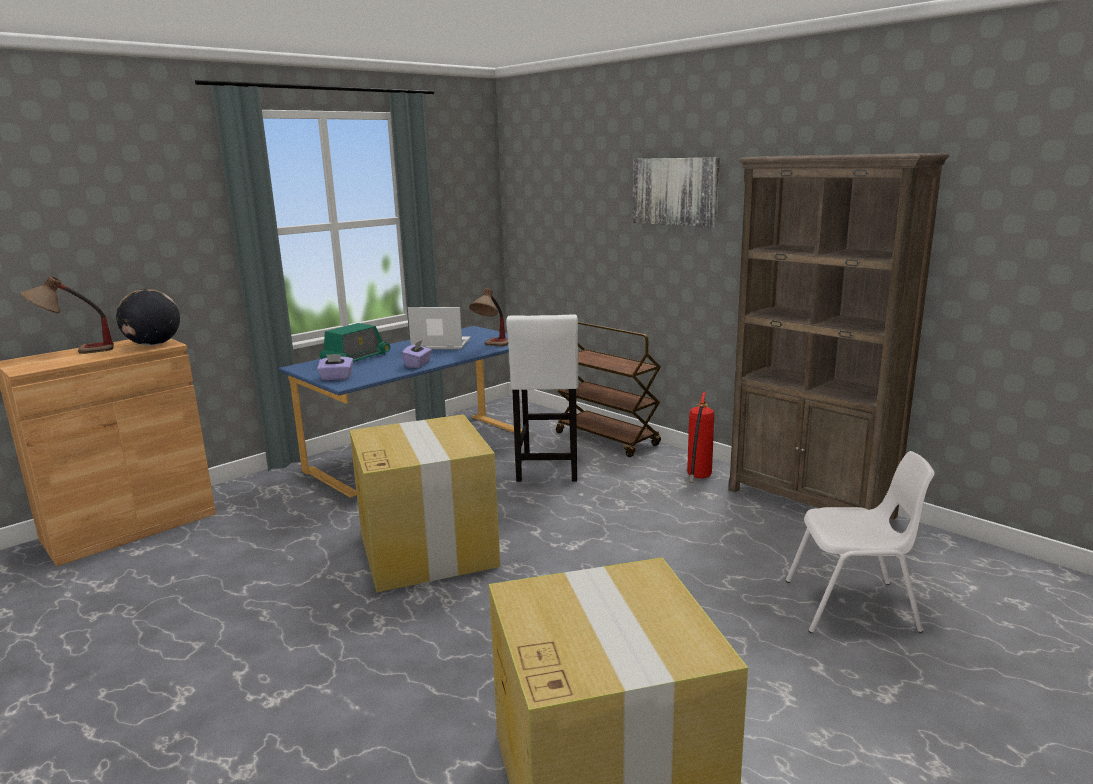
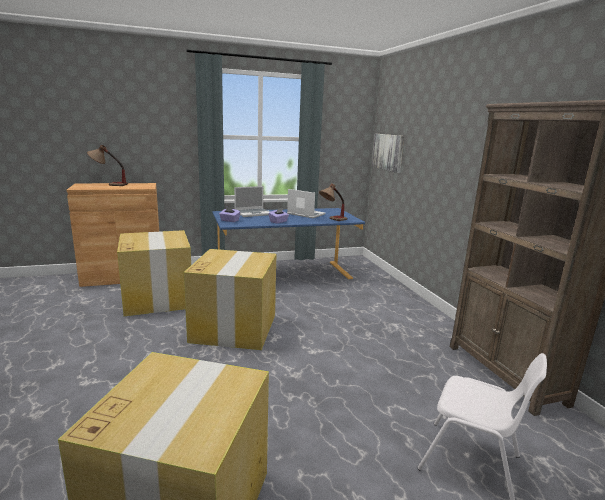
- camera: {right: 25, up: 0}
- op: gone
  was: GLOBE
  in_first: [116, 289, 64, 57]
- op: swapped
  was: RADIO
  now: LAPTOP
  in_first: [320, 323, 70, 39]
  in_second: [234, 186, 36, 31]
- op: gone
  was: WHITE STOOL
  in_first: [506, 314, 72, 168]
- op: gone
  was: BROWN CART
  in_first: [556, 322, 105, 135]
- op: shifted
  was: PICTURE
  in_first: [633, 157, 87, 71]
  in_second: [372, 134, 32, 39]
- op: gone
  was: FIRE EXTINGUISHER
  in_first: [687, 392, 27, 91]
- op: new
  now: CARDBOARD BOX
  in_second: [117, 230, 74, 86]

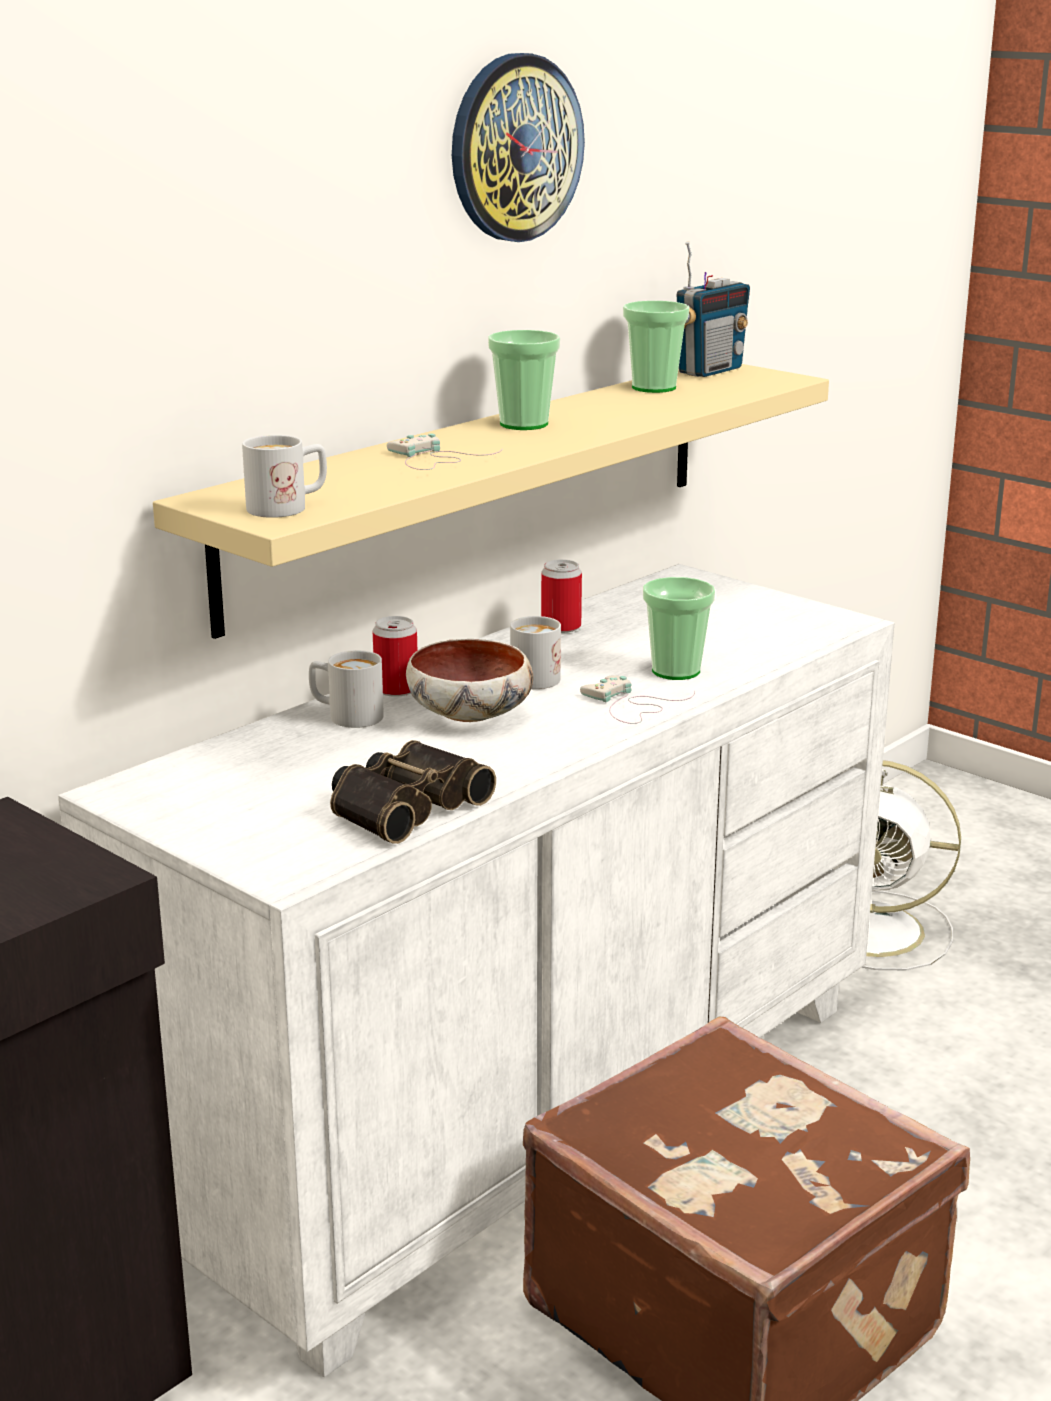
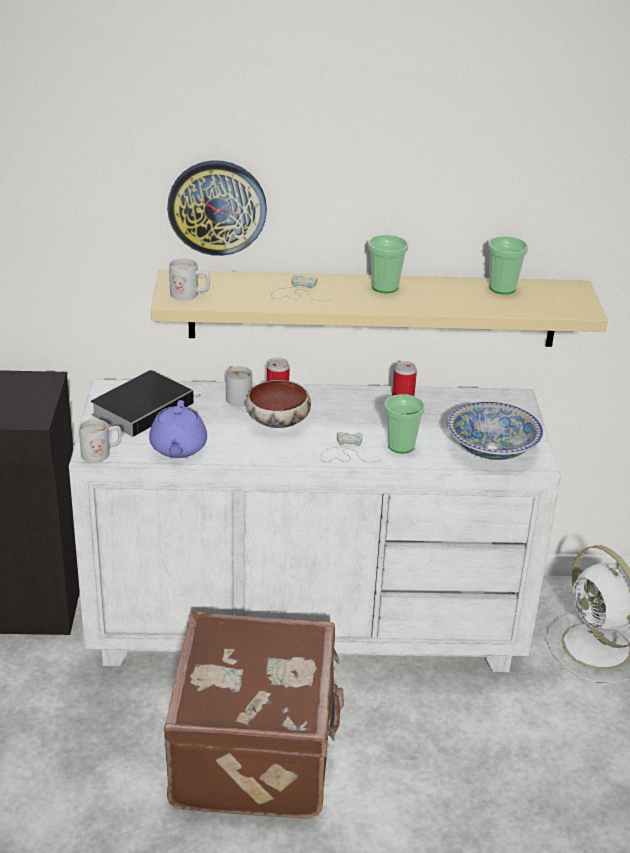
- camera: {right: 45, up: 10}
- op: swapped
  was: BINOCULARS
  now: PURPLE TEAPOT
  in_first: [330, 740, 166, 104]
  in_second: [149, 400, 58, 58]
- op: shifted
  was: WALL CLOCK
  in_first: [452, 53, 133, 189]
  in_second: [167, 160, 100, 96]
- op: shifted
  was: WHITE MUG
  in_first: [510, 616, 51, 73]
  in_second: [79, 419, 43, 43]
- op: gone
  was: RADIO
  in_first: [677, 241, 73, 136]
- op: new
  now: BOOK
  in_second: [91, 370, 111, 67]
- op: new
  now: BOWL
  in_second: [447, 402, 96, 58]

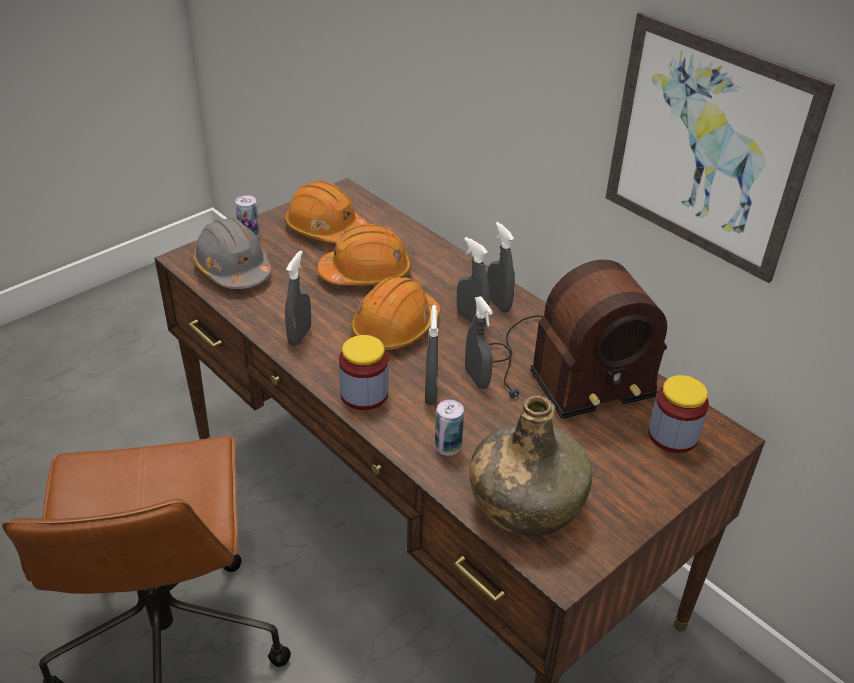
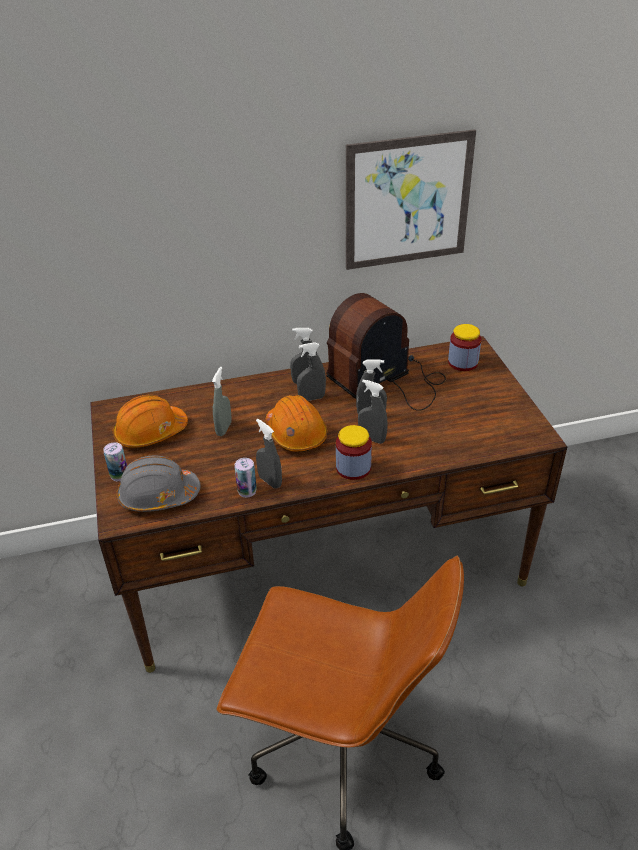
- camera: {right: -60, up: 0}
- op: swapped
  was: ORANGE HARD HAT
  now: GREY SPRAY BOTTLE
  in_first: [317, 224, 94, 62]
  in_second: [212, 367, 20, 69]
- op: shifted
  was: CAN
  in_first: [435, 400, 29, 56]
  in_second: [235, 458, 22, 40]
- op: gone
  was: GREEN BOTTLE
  in_first: [469, 395, 123, 141]
- op: rotated
  was: RADIO
  in_first: [489, 260, 178, 159]
  in_second: [326, 293, 120, 118]
  clockwise: -135

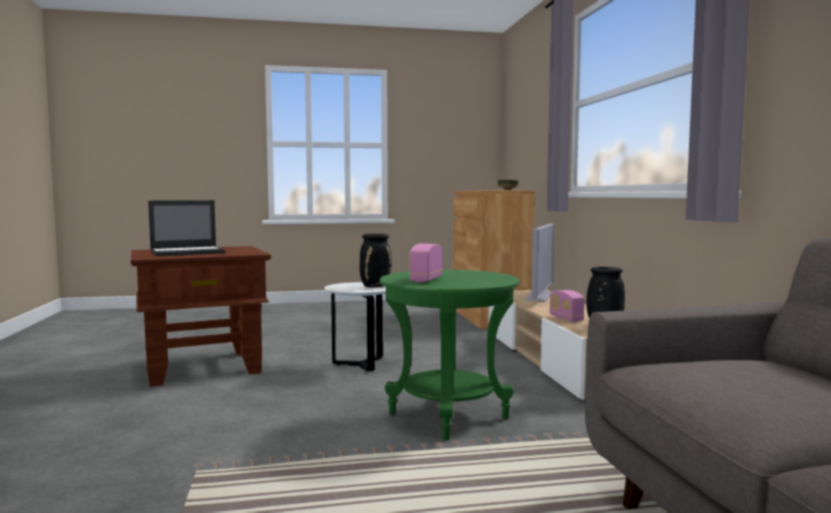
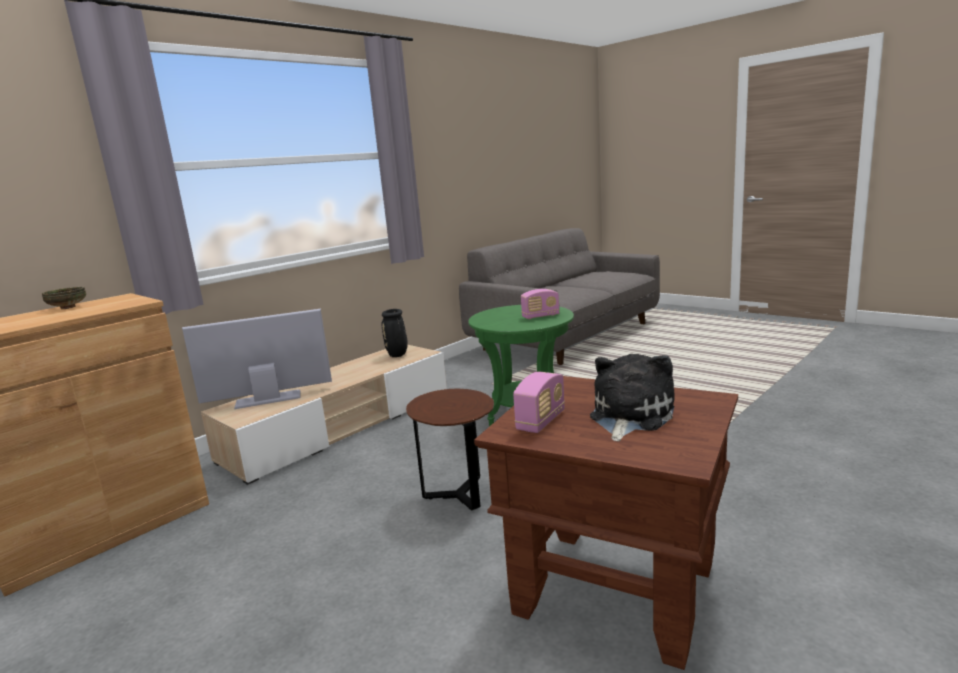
- camera: {right: -125, up: 10}
- op: swapped
  was: LAPTOP
  now: PLUSH TOY
  in_first: [148, 200, 77, 56]
  in_second: [590, 354, 85, 88]
- op: repainted
  was: WHITE SIDE TABLE
  now: BROWN SIDE TABLE
  in_first: [324, 282, 62, 89]
  in_second: [406, 389, 88, 121]
- op: gone
  was: BLACK VASE
  in_first: [360, 234, 32, 53]
- op: shifted
  was: RADIO
  in_first: [549, 290, 35, 32]
  in_second: [513, 372, 52, 61]

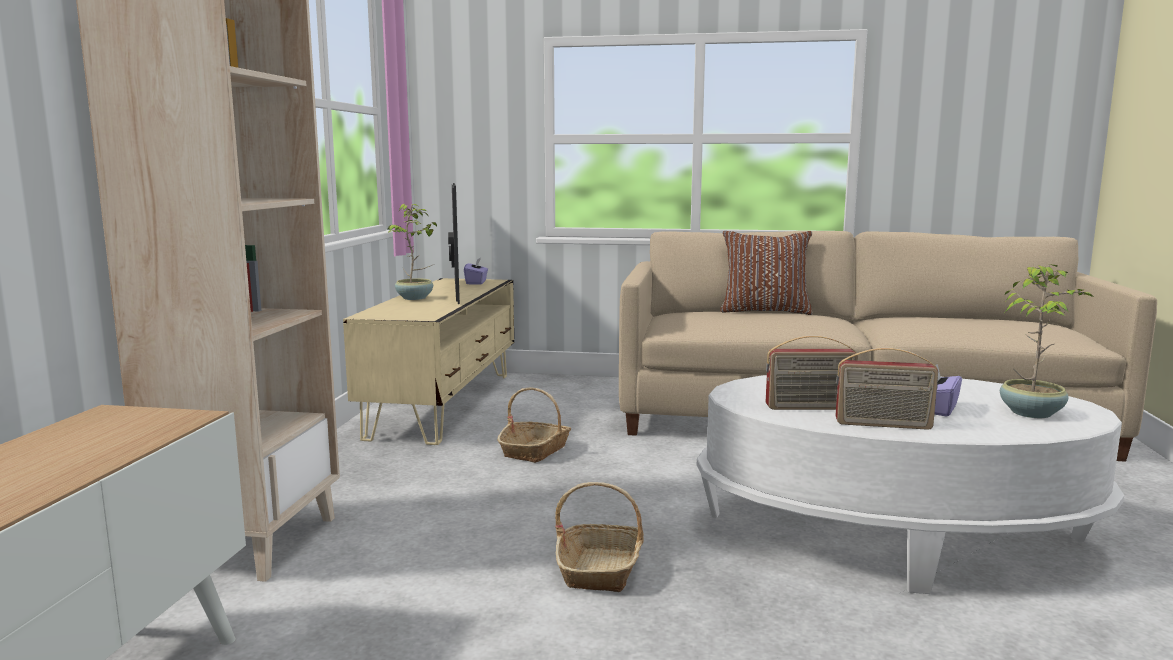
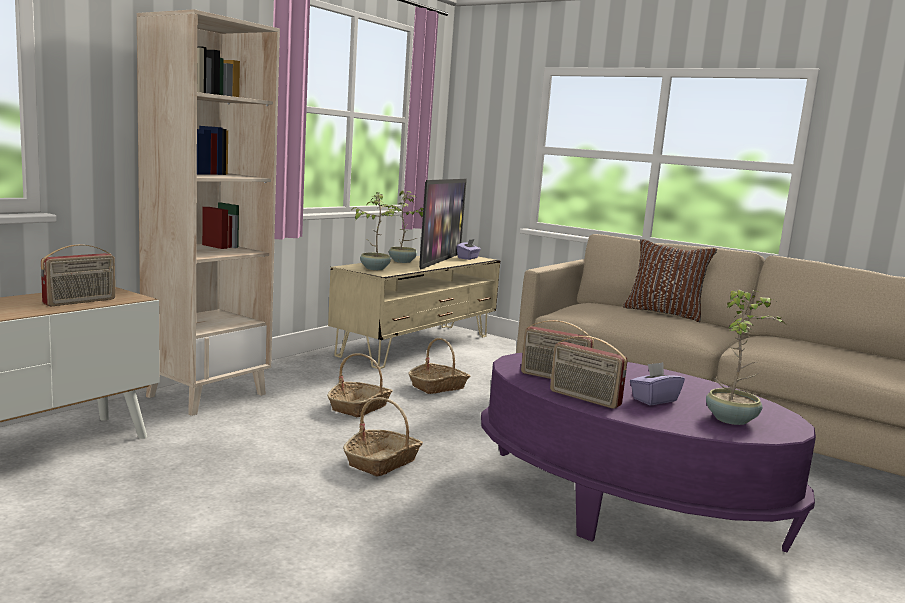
- camera: {right: 25, up: 0}
- op: repainted
  was: WHITE COFFEE TABLE
  now: PURPLE COFFEE TABLE
  in_first: [697, 375, 427, 219]
  in_second: [481, 353, 335, 199]
- op: new
  now: RADIO
  in_second: [41, 244, 74, 62]
- op: new
  now: BASKET
  in_second: [327, 353, 66, 64]
- op: new
  now: POTTED PLANT
  in_second: [352, 193, 43, 77]

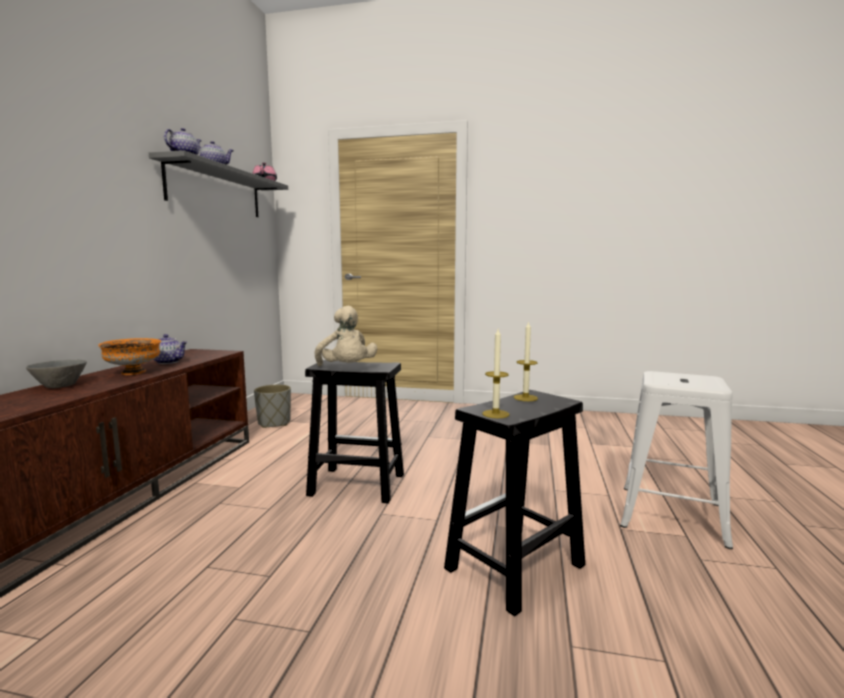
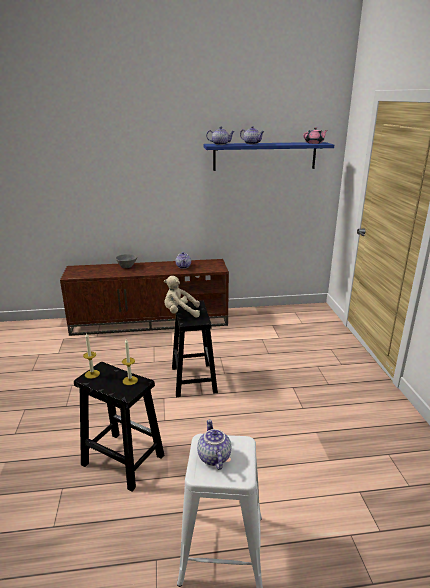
- camera: {right: 70, up: 15}
- op: gone
  was: ORANGE BOWL
  in_first: [98, 338, 63, 37]
- op: repainted
  was: GREY SHELF
  now: BLUE SHELF
  in_first: [149, 150, 139, 67]
  in_second: [204, 142, 130, 29]
- op: gone
  was: GREY PLANTER
  in_first: [254, 385, 37, 43]
- op: rotated
  was: BEIGE PLUSH TOY
  in_first: [314, 306, 63, 61]
  in_second: [164, 276, 36, 42]
  clockwise: 45
- op: new
  now: TEAPOT
  in_second: [197, 420, 34, 50]

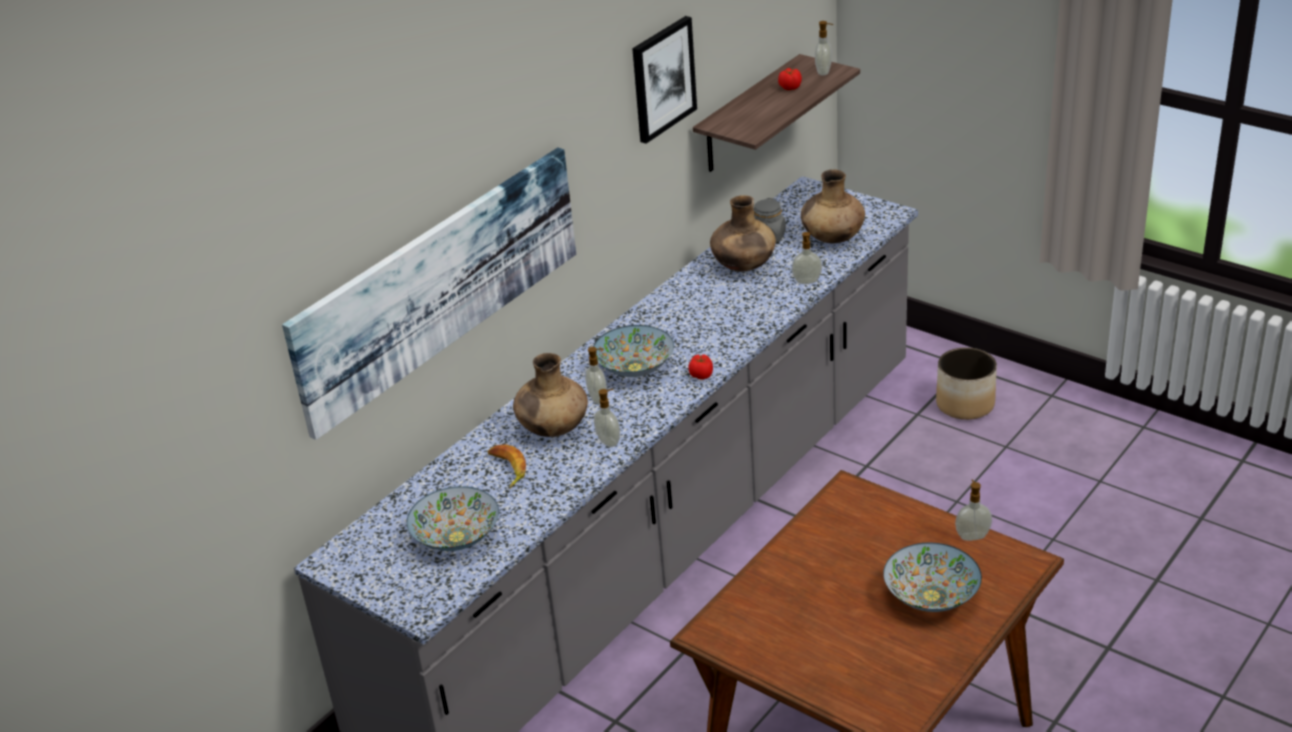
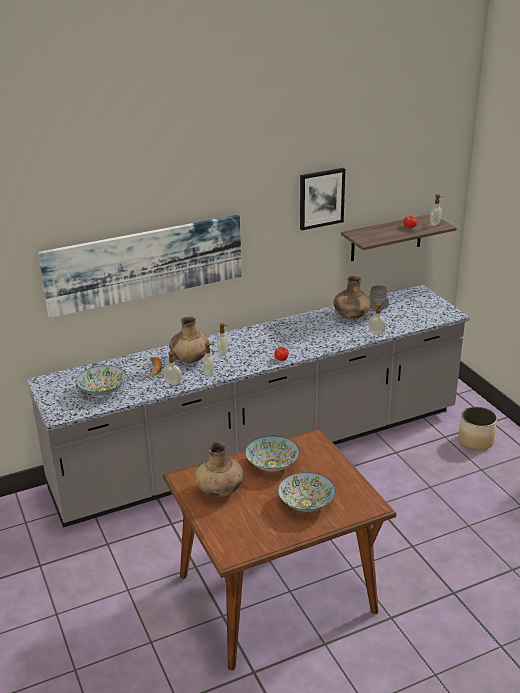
- camera: {right: 25, up: -5}
- op: shifted
  was: BOWL
  in_first: [593, 325, 81, 52]
  in_second: [245, 436, 54, 36]
- op: shifted
  was: BROWN VASE
  in_first: [801, 169, 64, 74]
  in_second: [194, 442, 49, 55]
- op: shifted
  was: SOAP DISPENSER
  in_first: [955, 479, 37, 62]
  in_second: [164, 351, 18, 34]

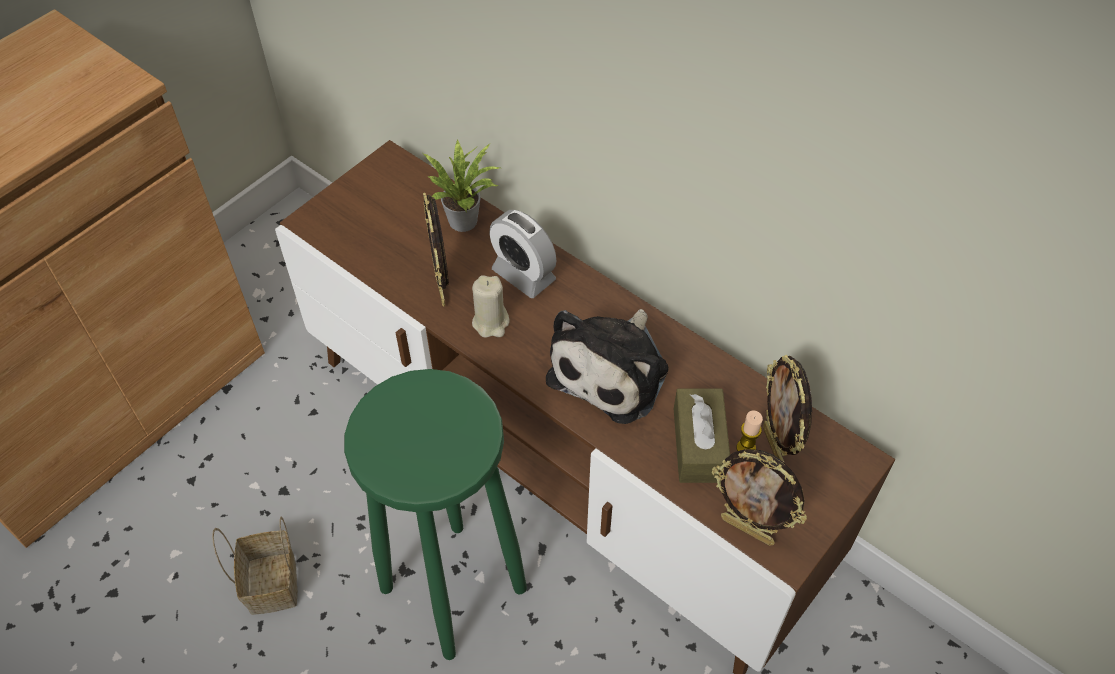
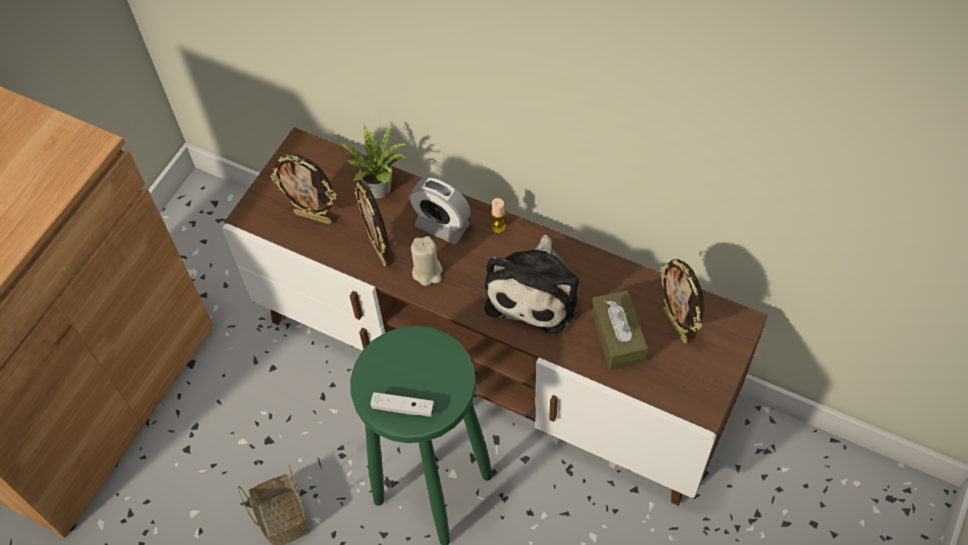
- camera: {right: -10, up: 5}
- op: shifted
  was: PICTURE FRAME
  in_first: [712, 449, 95, 97]
  in_second: [270, 154, 66, 70]
- op: shifted
  was: CANDLE
  in_first: [736, 410, 27, 41]
  in_second: [490, 198, 16, 36]
- op: new
  now: WHITE GAME CONTROLLER
  in_second: [370, 392, 64, 25]

